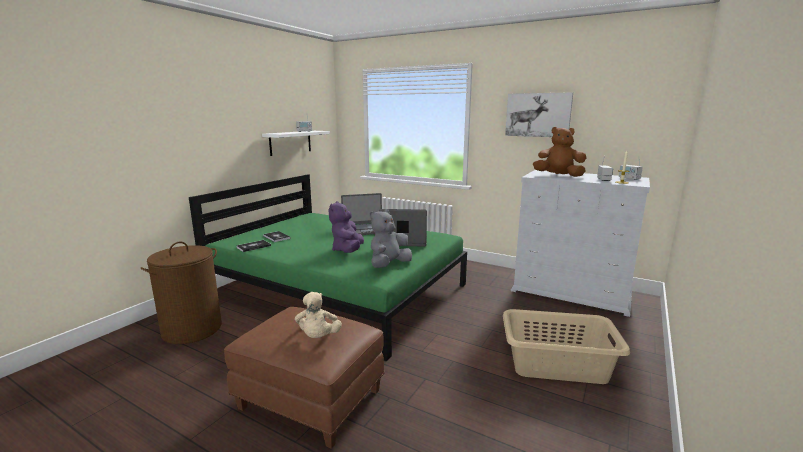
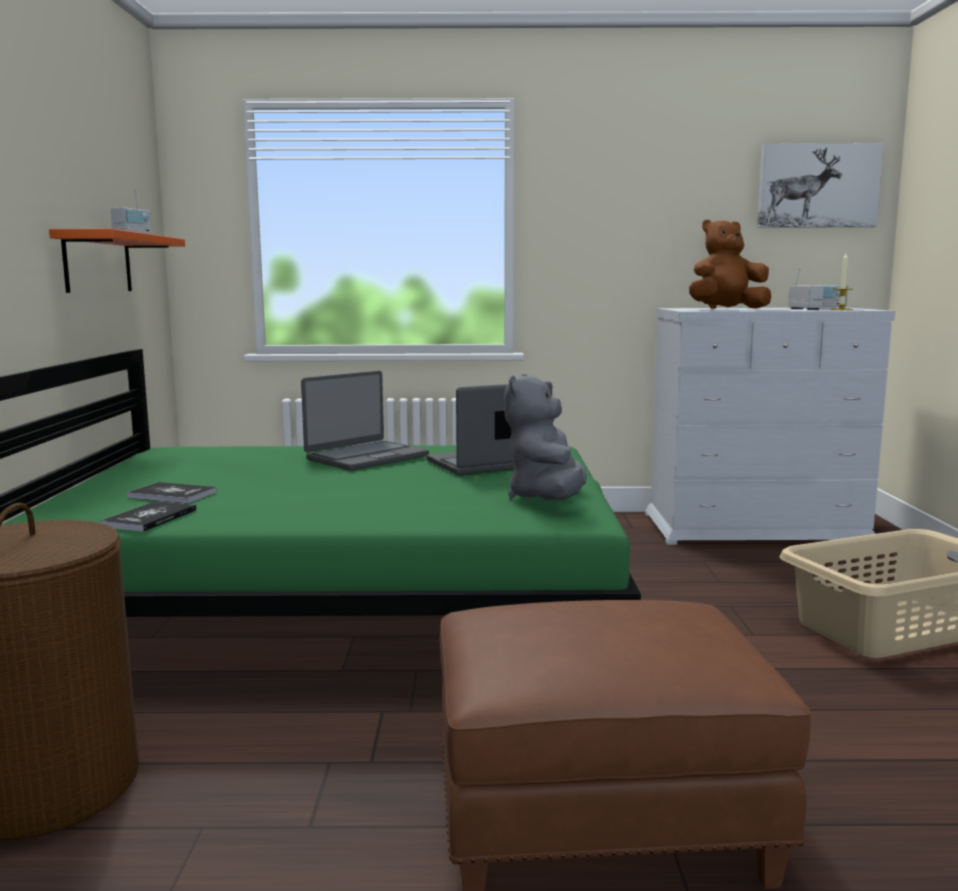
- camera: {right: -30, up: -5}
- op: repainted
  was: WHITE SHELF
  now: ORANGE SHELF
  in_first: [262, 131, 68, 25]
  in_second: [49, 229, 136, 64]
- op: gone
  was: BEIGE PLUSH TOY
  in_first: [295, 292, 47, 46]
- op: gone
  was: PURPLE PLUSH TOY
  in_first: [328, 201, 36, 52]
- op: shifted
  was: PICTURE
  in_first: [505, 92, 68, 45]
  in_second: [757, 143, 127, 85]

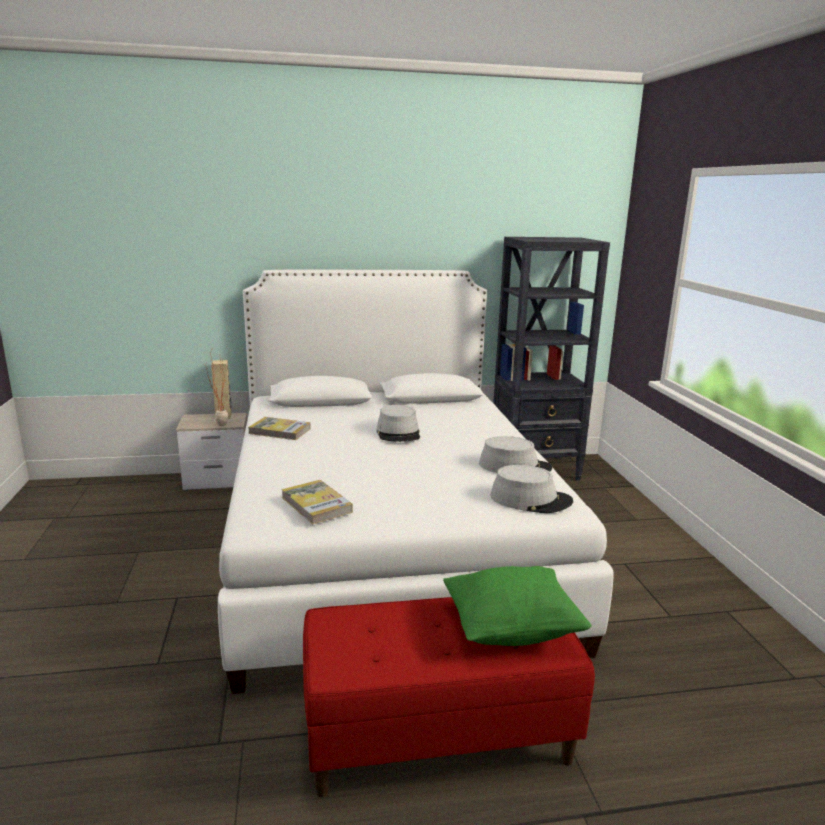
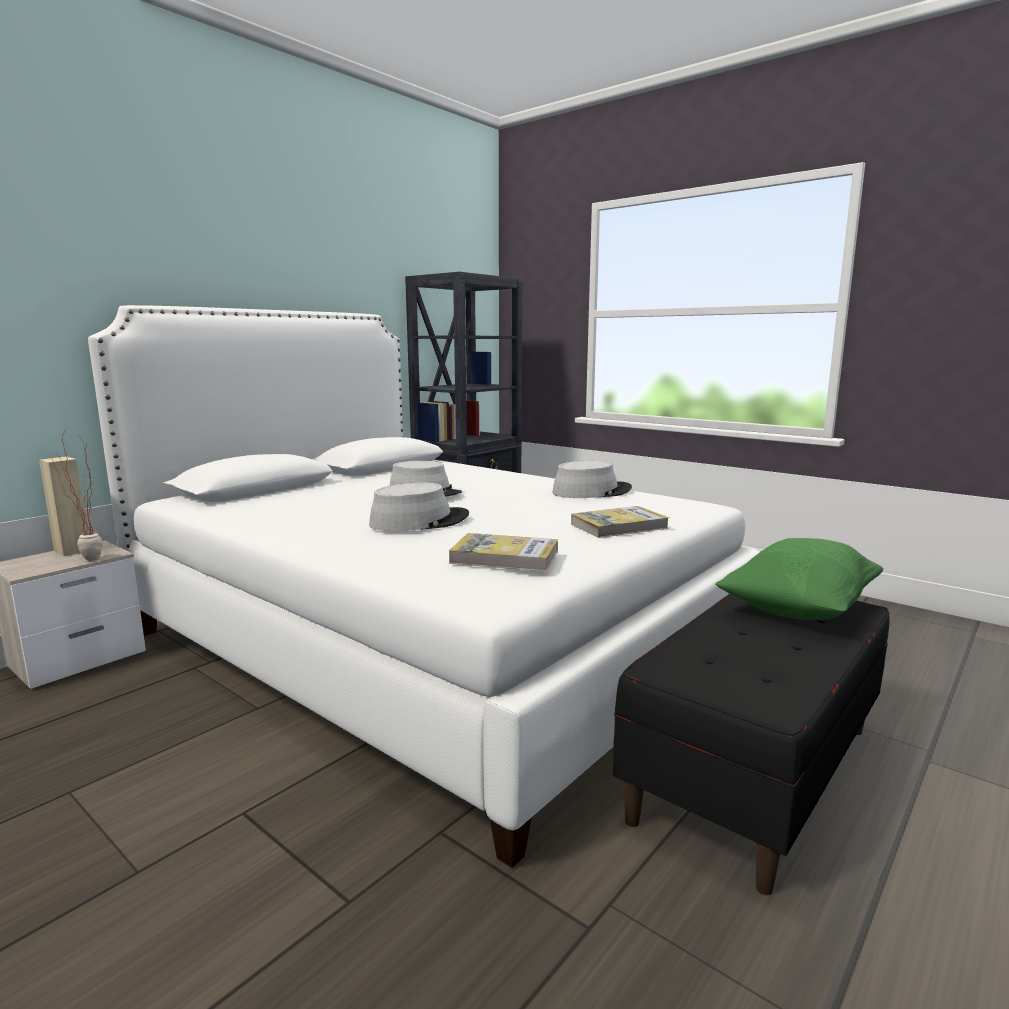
- camera: {right: -40, up: -5}
- op: shifted
  was: BOOK
  in_first: [248, 417, 63, 23]
  in_second: [571, 506, 98, 32]
- op: repainted
  was: RED BENCH
  now: BLACK BENCH
  in_first: [303, 597, 292, 200]
  in_second: [613, 594, 276, 301]
- op: shifted
  was: GREY HAT
  in_first: [490, 465, 83, 48]
  in_second: [369, 482, 100, 49]

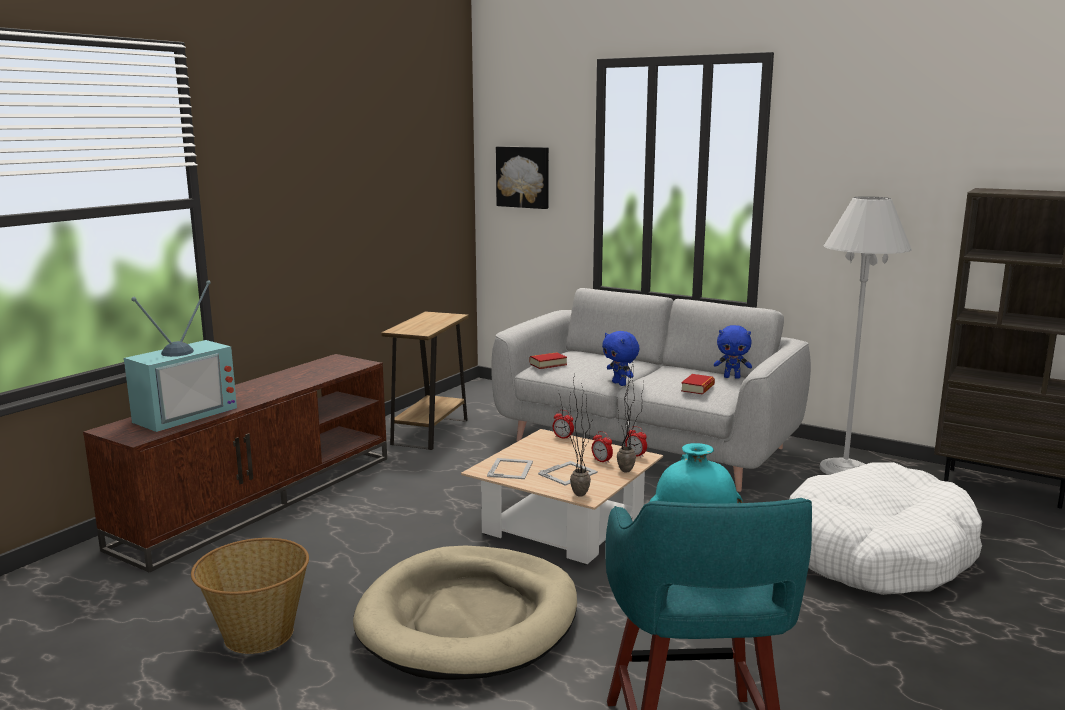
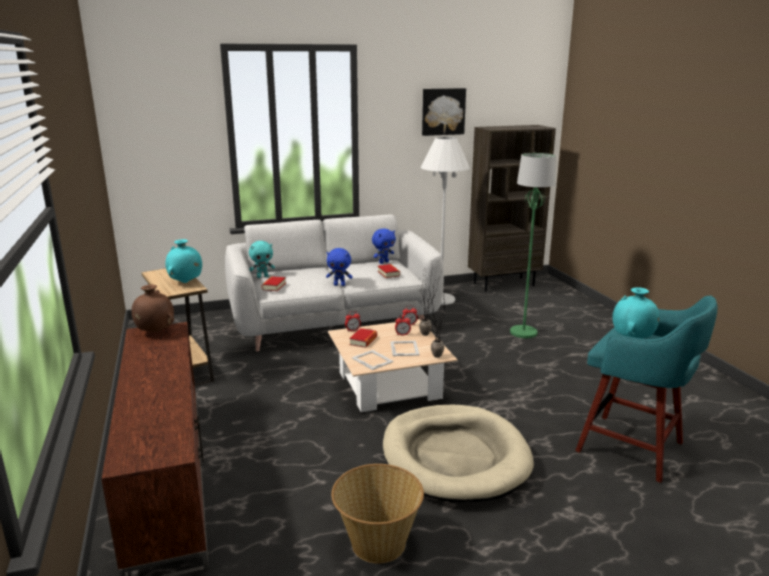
- camera: {right: -50, up: 5}
- op: gone
  was: TELEVISION
  in_first: [124, 280, 113, 152]
- op: shifted
  was: PICTURE
  in_first: [496, 146, 53, 63]
  in_second: [422, 88, 44, 48]
- op: swapped
  was: WHITE DOG BED
  now: GREEN FLOOR LAMP
  in_first: [789, 462, 193, 133]
  in_second: [510, 153, 46, 185]
- op: new
  now: BROWN VASE
  in_second: [132, 285, 42, 48]
- op: new
  now: TURQUOISE VASE
  in_second: [165, 239, 37, 44]
- op: new
  now: TURQUOISE PLUSH TOY
  in_second: [249, 241, 26, 37]
- op: new
  now: BOOK
  in_second: [349, 328, 28, 20]

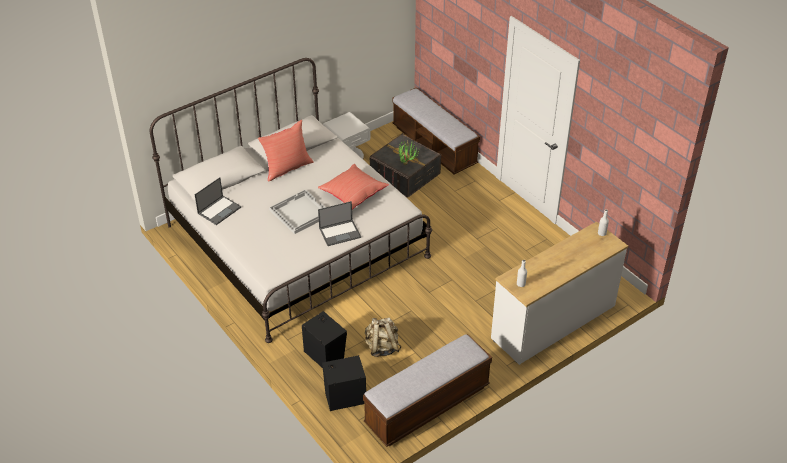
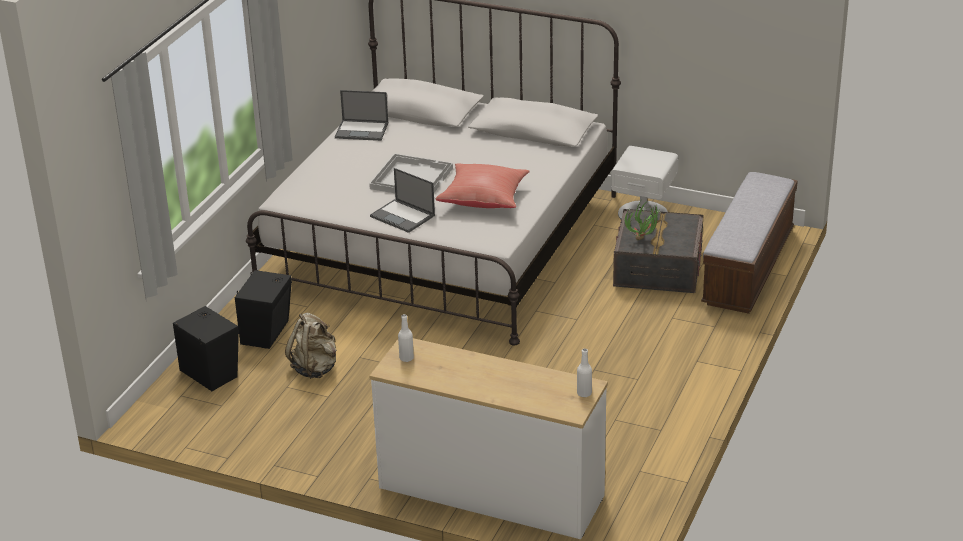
- camera: {right: 60, up: -10}
- op: gone
  was: RED PILLOW
  in_first: [258, 120, 56, 62]
- op: gone
  was: BENCH
  in_first: [363, 334, 129, 113]

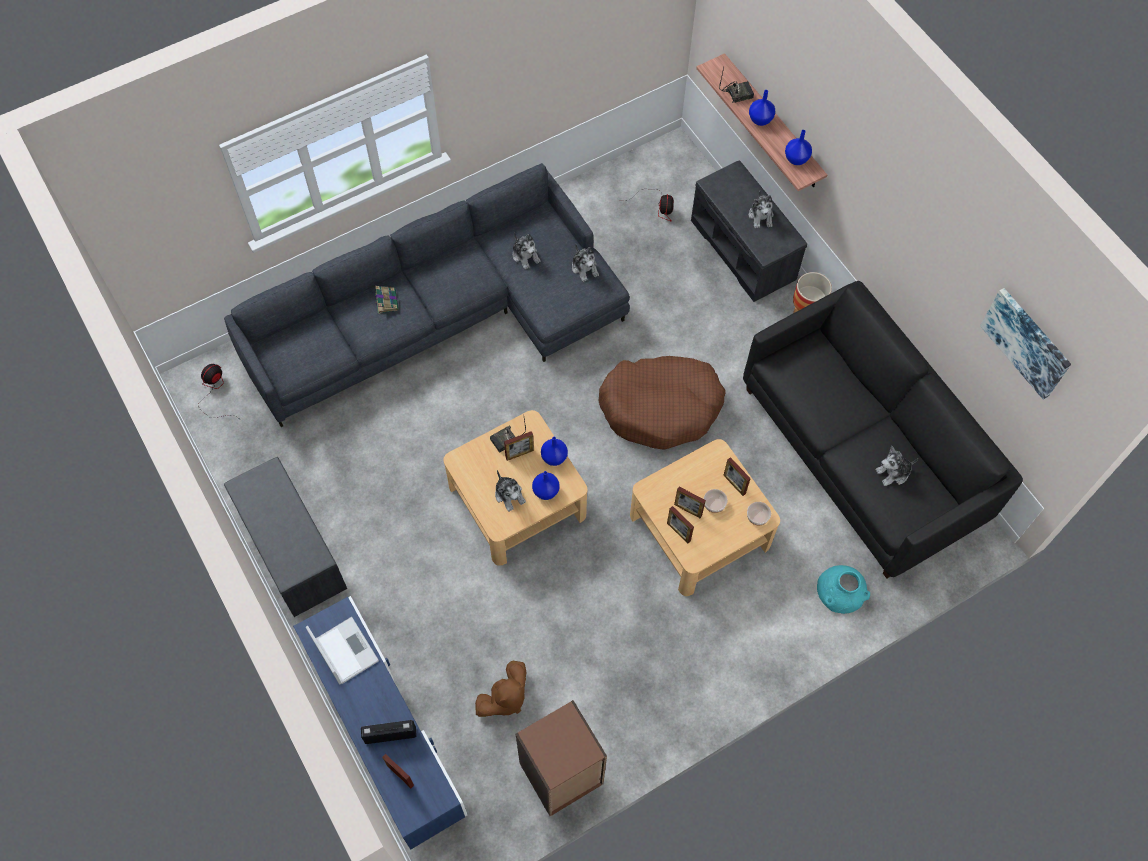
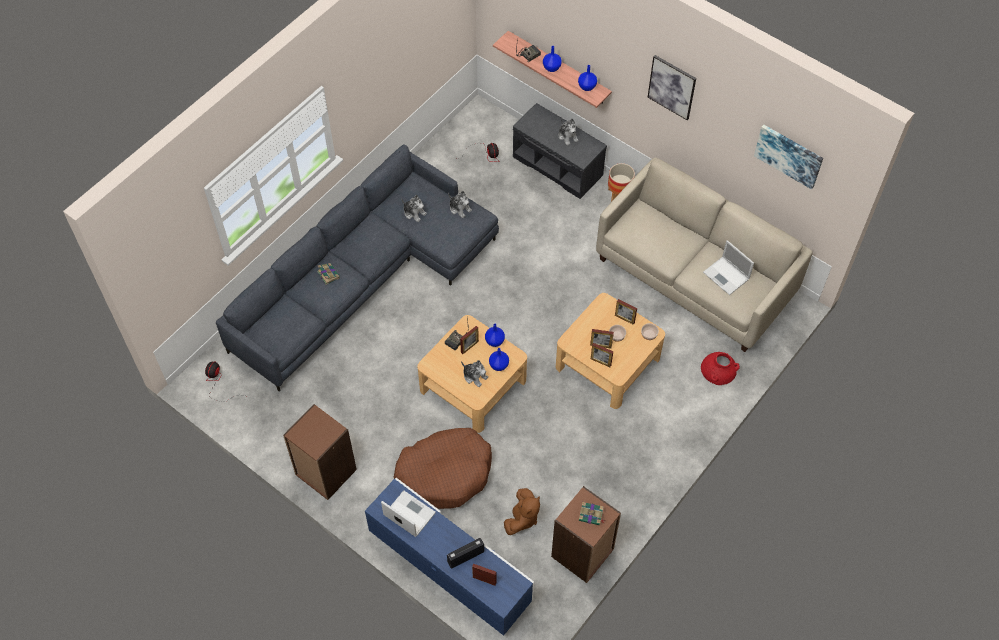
- camera: {right: -20, up: -5}
- op: swapped
  was: GREY BENCH
  now: BROWN BOOKCASE
  in_first: [224, 457, 123, 160]
  in_second: [283, 404, 74, 96]
- op: shifted
  was: BROWN DOG BED
  in_first: [599, 356, 126, 94]
  in_second: [394, 428, 98, 81]
- op: repainted
  was: BLACK SOFA
  now: BEIGE SOFA
  in_first: [743, 281, 280, 297]
  in_second: [596, 158, 216, 194]
- op: repainted
  was: TURQUOISE VASE
  now: RED VASE
  in_first: [817, 565, 53, 49]
  in_second: [701, 352, 39, 33]
- op: swapped
  was: PLUSH TOY
  now: LAPTOP
  in_first: [876, 446, 42, 40]
  in_second: [703, 240, 51, 55]
- op: new
  now: BOOK
  in_second: [579, 502, 26, 23]
- op: new
  now: PICTURE
  in_second: [648, 55, 48, 65]

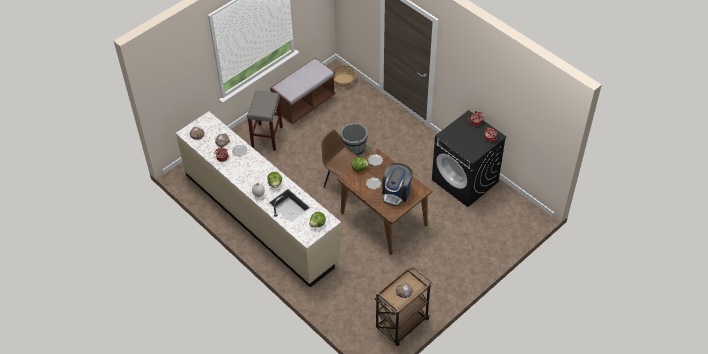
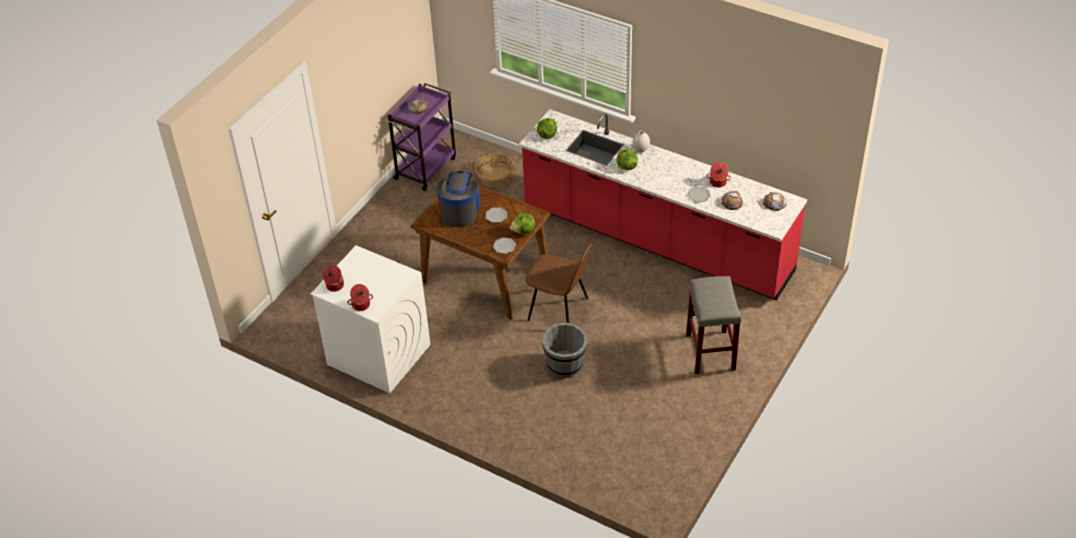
- camera: {right: 165, up: -5}
- op: repainted
  was: BEIGE COUNTER
  now: RED COUNTER
  in_first: [176, 111, 165, 177]
  in_second: [519, 109, 288, 191]
- op: gone
  was: BROWN BENCH
  in_first: [270, 58, 66, 66]
- op: shifted
  was: BASKET
  in_first: [333, 65, 23, 22]
  in_second: [475, 153, 39, 34]
- op: repainted
  was: BROWN CART
  now: PURPLE CART
  in_first: [375, 267, 57, 79]
  in_second: [387, 83, 69, 108]
- op: repainted
  was: BLACK WASHING MACHINE
  now: WHITE WASHING MACHINE
  in_first: [432, 110, 74, 97]
  in_second: [310, 245, 120, 148]

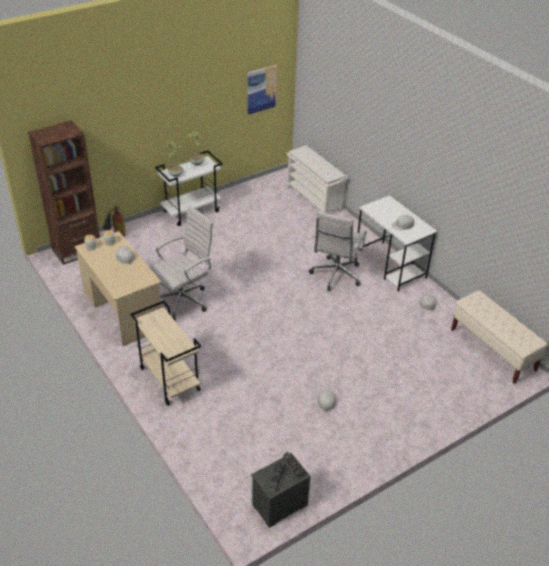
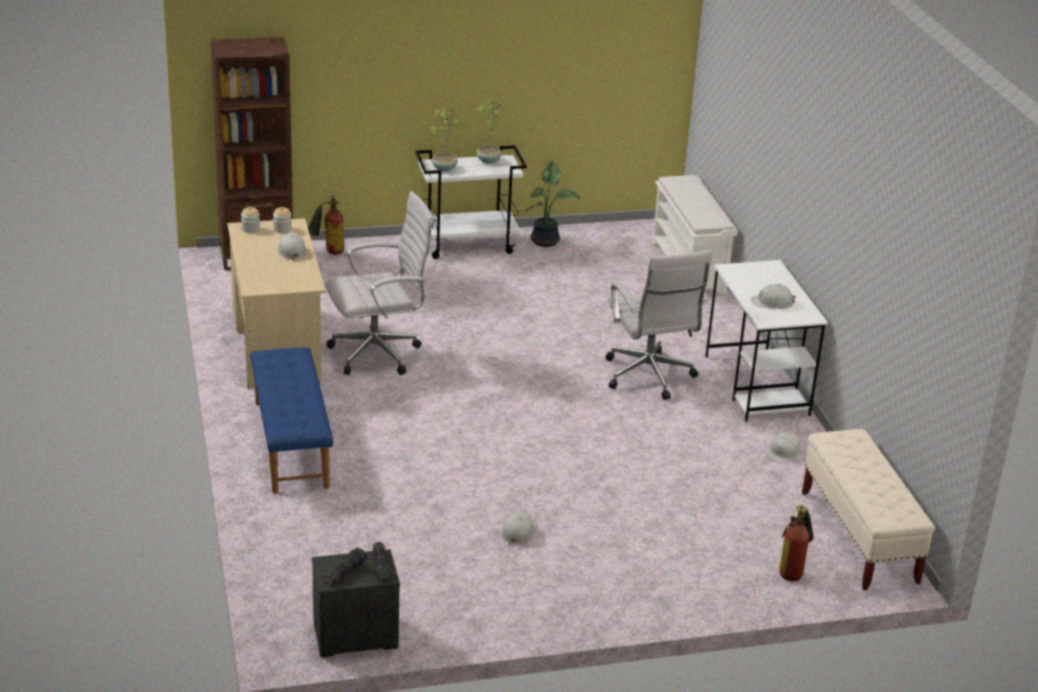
- camera: {right: 20, up: -10}
- op: swapped
  was: BEIGE CART
  now: BLUE BENCH
  in_first: [130, 301, 71, 105]
  in_second: [250, 347, 83, 147]
- op: gone
  was: PICTURE
  in_first: [248, 65, 29, 50]
- op: rotated
  was: WHITE OFFICE CHAIR
  in_first: [309, 211, 58, 80]
  in_second: [605, 250, 107, 150]
  clockwise: -60
- op: new
  now: POTTED PLANT
  in_second: [524, 161, 56, 86]
- op: new
  now: FIRE EXTINGUISHER
  in_second: [779, 505, 35, 76]

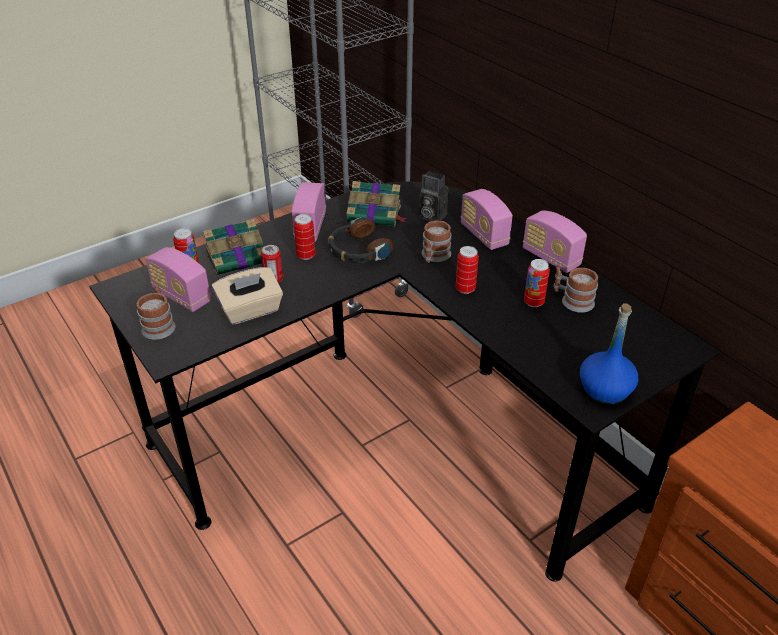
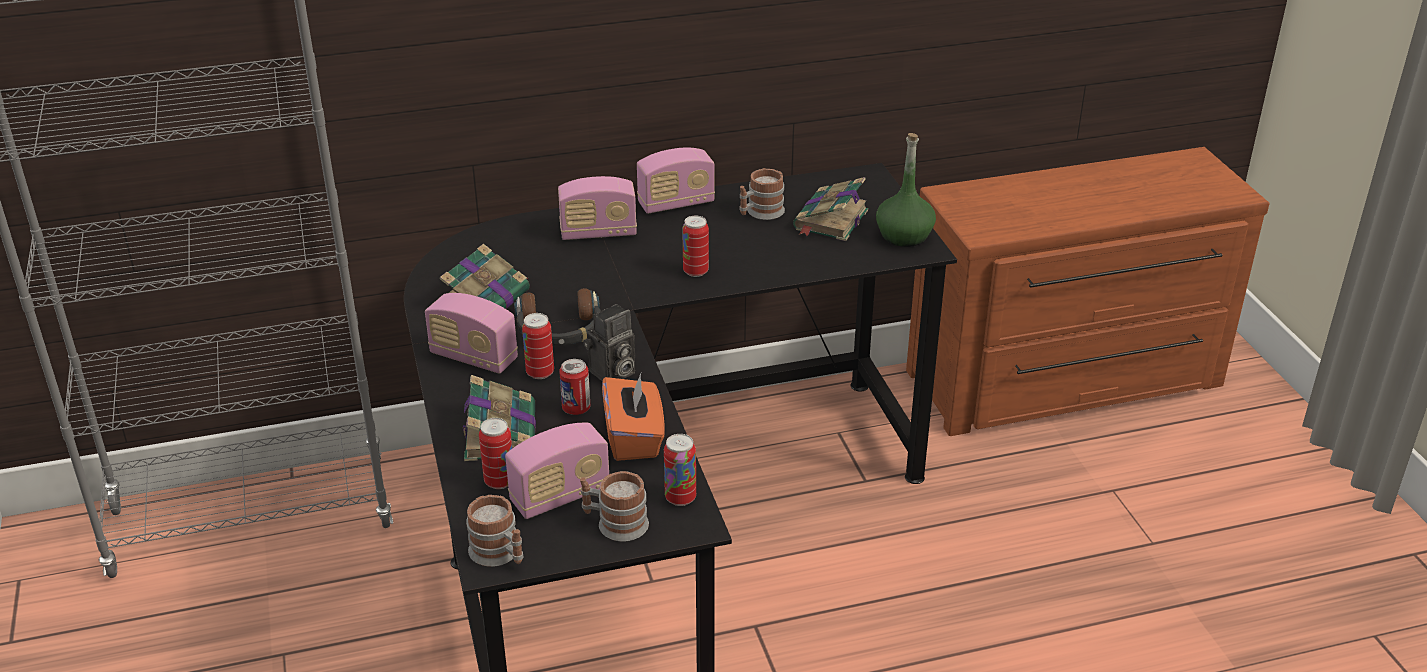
- camera: {right: -70, up: -5}
- op: repainted
  was: BEIGE TISSUE BOX
  now: ORANGE TISSUE BOX
  in_first: [212, 267, 71, 58]
  in_second: [602, 374, 63, 87]
- op: shifted
  was: PHOTO CAMERA
  in_first: [419, 171, 30, 50]
  in_second: [583, 304, 52, 77]
- op: shifted
  was: MUG
  in_first: [422, 221, 29, 42]
  in_second: [466, 495, 58, 72]
- op: shifted
  was: CAN
  in_first: [524, 259, 26, 48]
  in_second: [664, 434, 32, 72]
- op: repainted
  was: BLUE BOTTLE
  now: GREEN BOTTLE
  in_first: [580, 303, 58, 101]
  in_second: [876, 133, 60, 114]
- op: new
  now: BOOK
  in_second: [793, 177, 75, 64]

